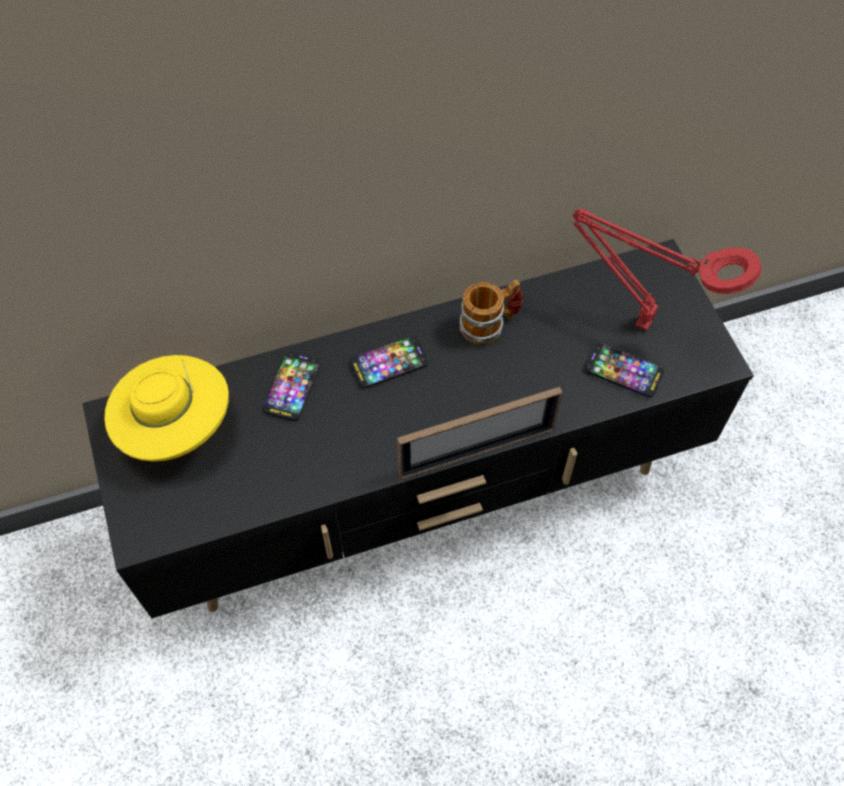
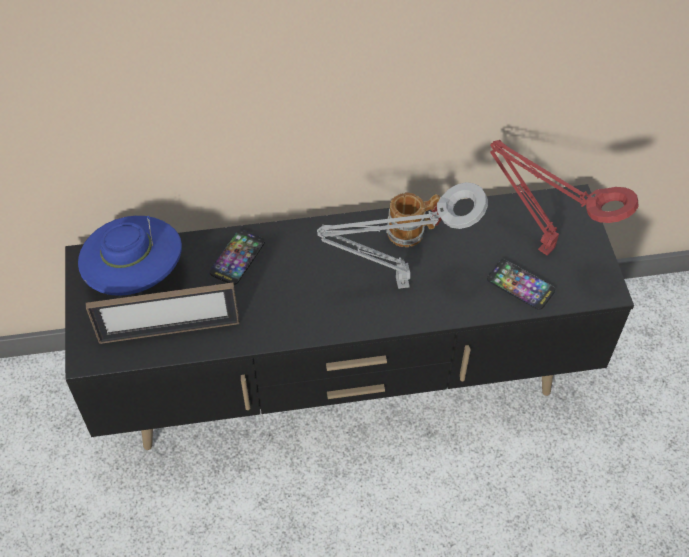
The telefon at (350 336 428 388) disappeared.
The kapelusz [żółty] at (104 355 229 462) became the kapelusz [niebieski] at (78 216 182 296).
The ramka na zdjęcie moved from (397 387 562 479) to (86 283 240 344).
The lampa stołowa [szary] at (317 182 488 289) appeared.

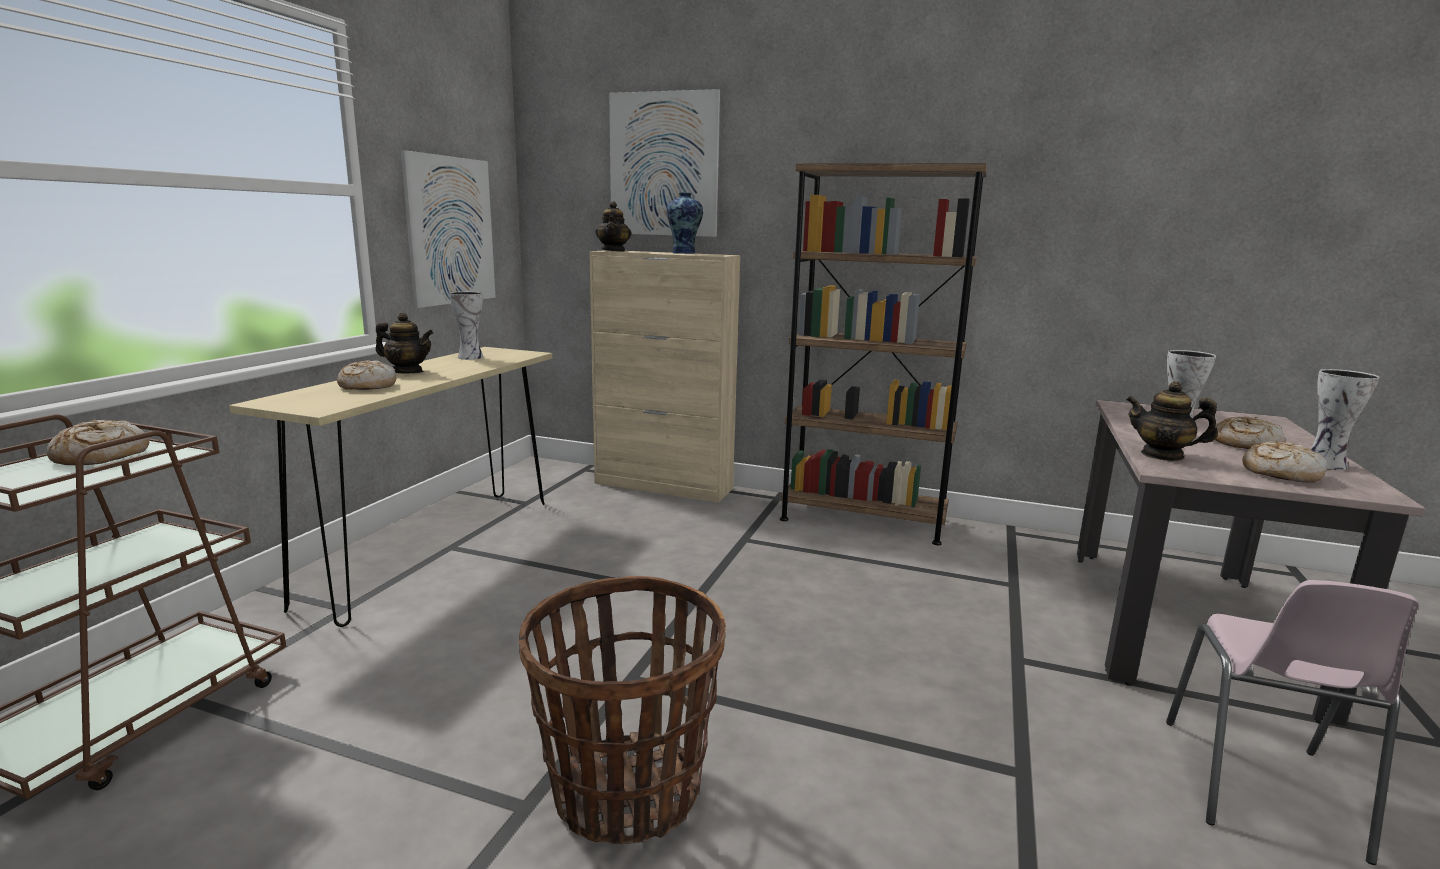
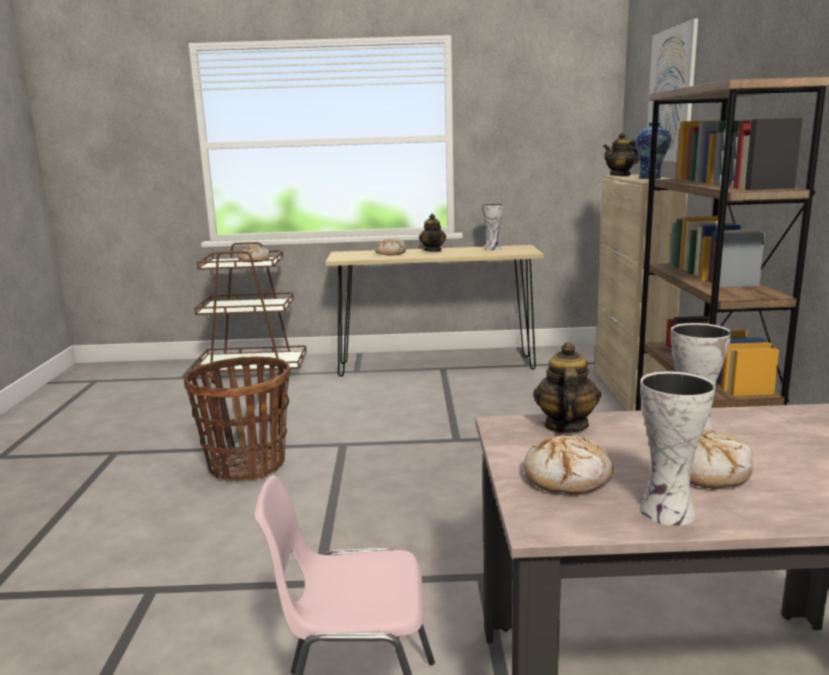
The obraz at (401 150 496 308) disappeared.

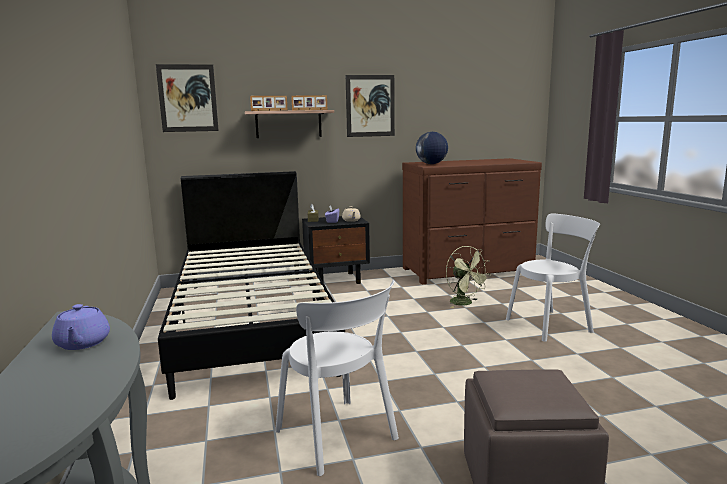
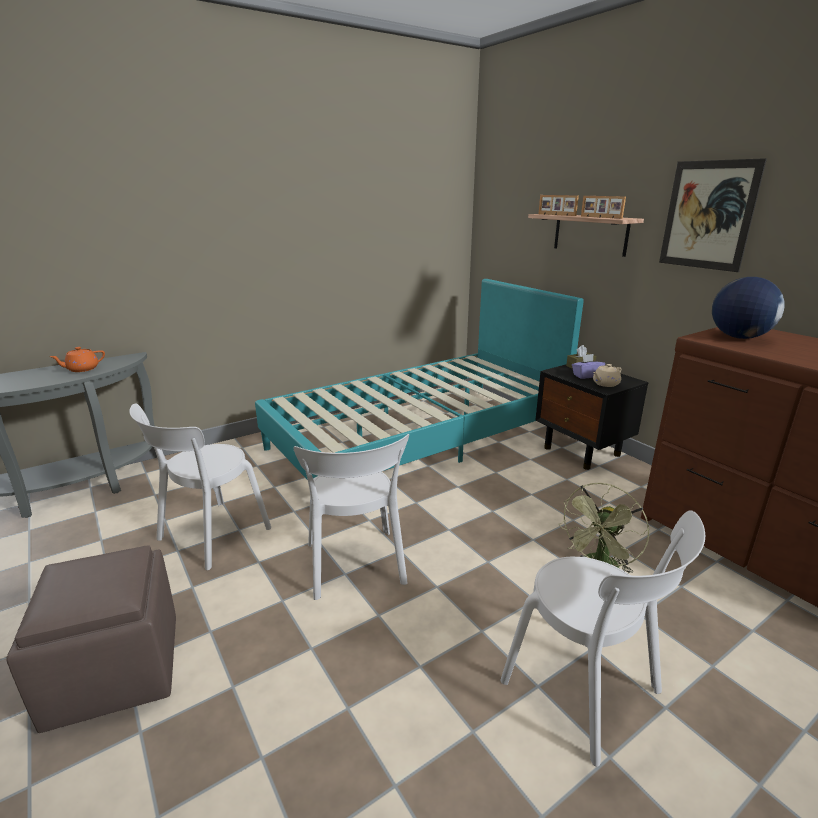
The obraz at (156 64 219 132) disappeared.
The łóżko [czarny] at (158 171 345 400) became the łóżko [turkusowy] at (255 279 584 480).
The imbryk [fioletowy] at (52 304 110 350) became the imbryk [pomarańczowy] at (49 347 105 372).
The krzesło [biały] at (293 434 409 600) appeared.

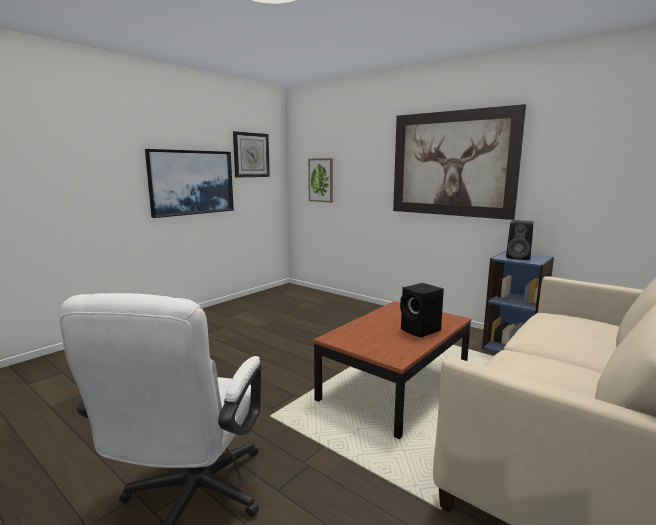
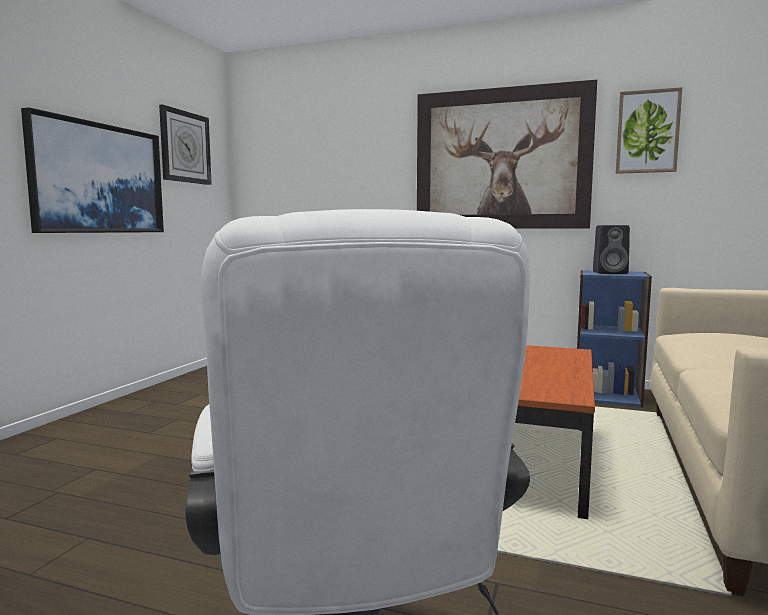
The obraz moved from (308 158 333 203) to (616 87 682 174).
The głośnik [czarny] at (400 283 444 338) disappeared.

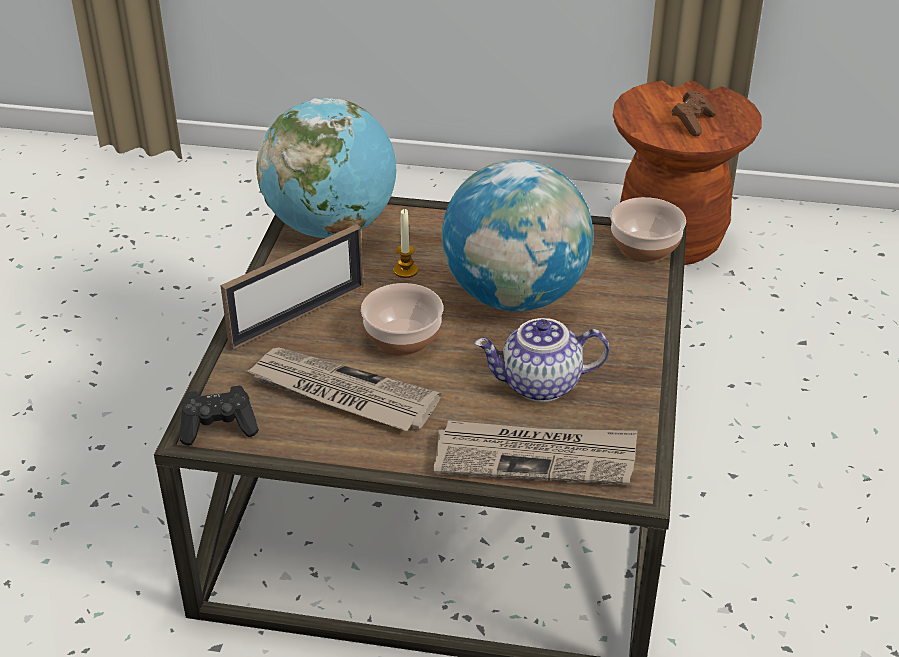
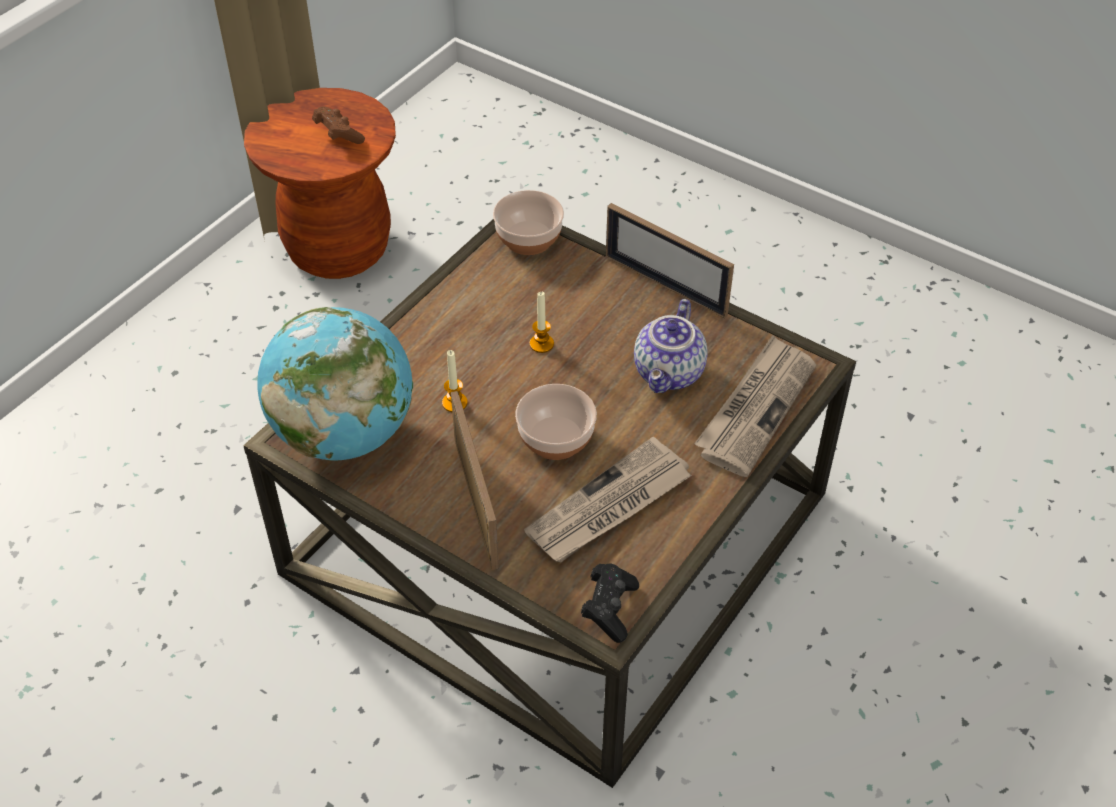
The globus at (442 159 593 311) was replaced by the świeca at (530 292 554 353).
The ramka na zdjęcie at (606 203 734 318) appeared.

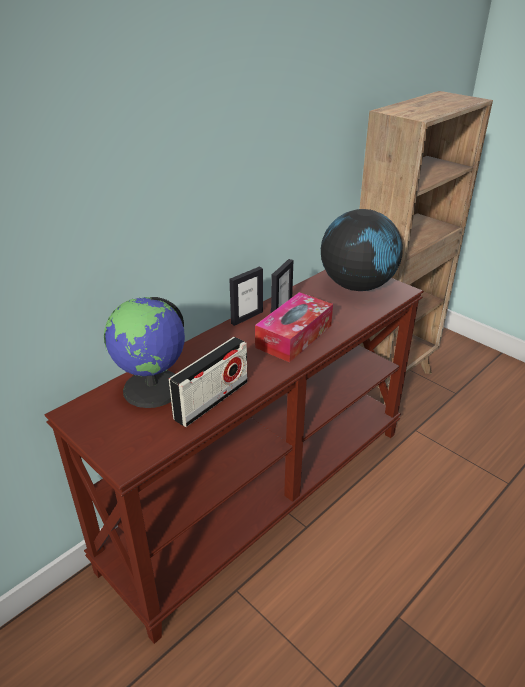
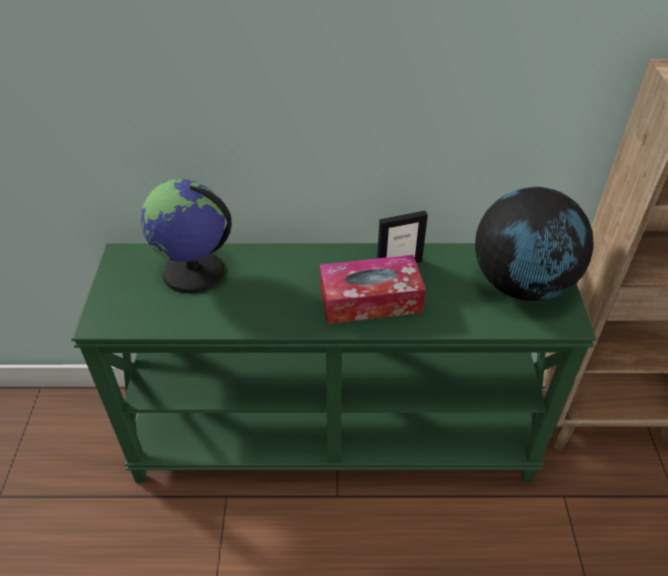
The ramka na zdjęcie at (229 267 263 326) disappeared.
The stolik konsolowy [brązowy] at (44 270 424 644) became the stolik konsolowy [zielony] at (71 243 597 483).
The radio at (169 337 247 427) disappeared.

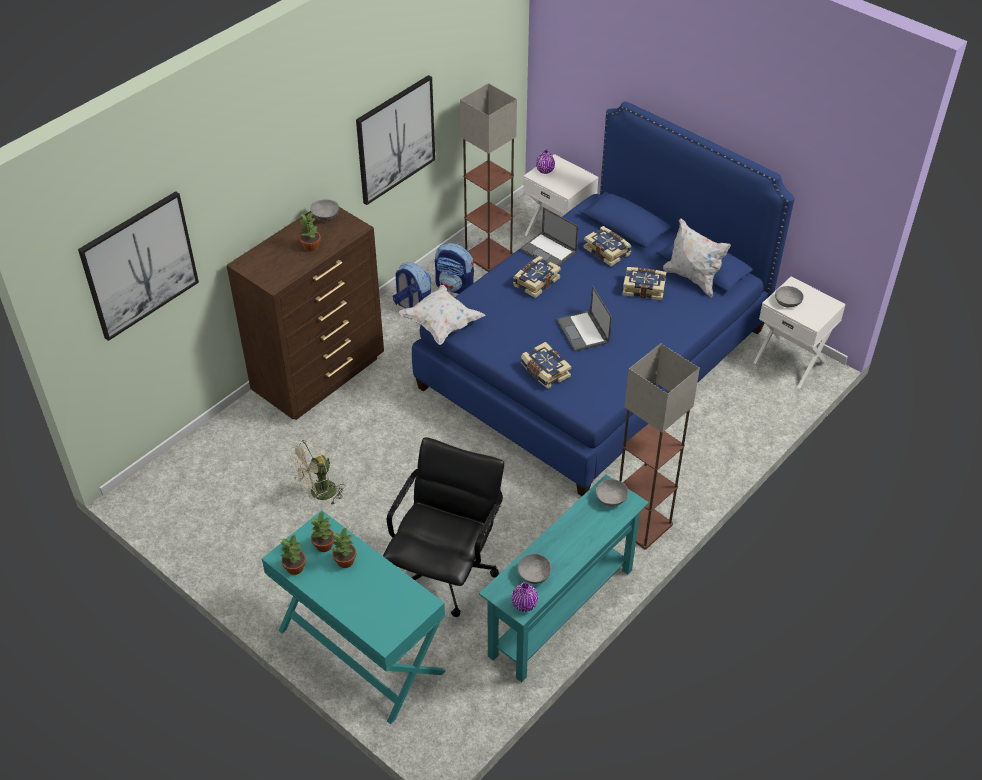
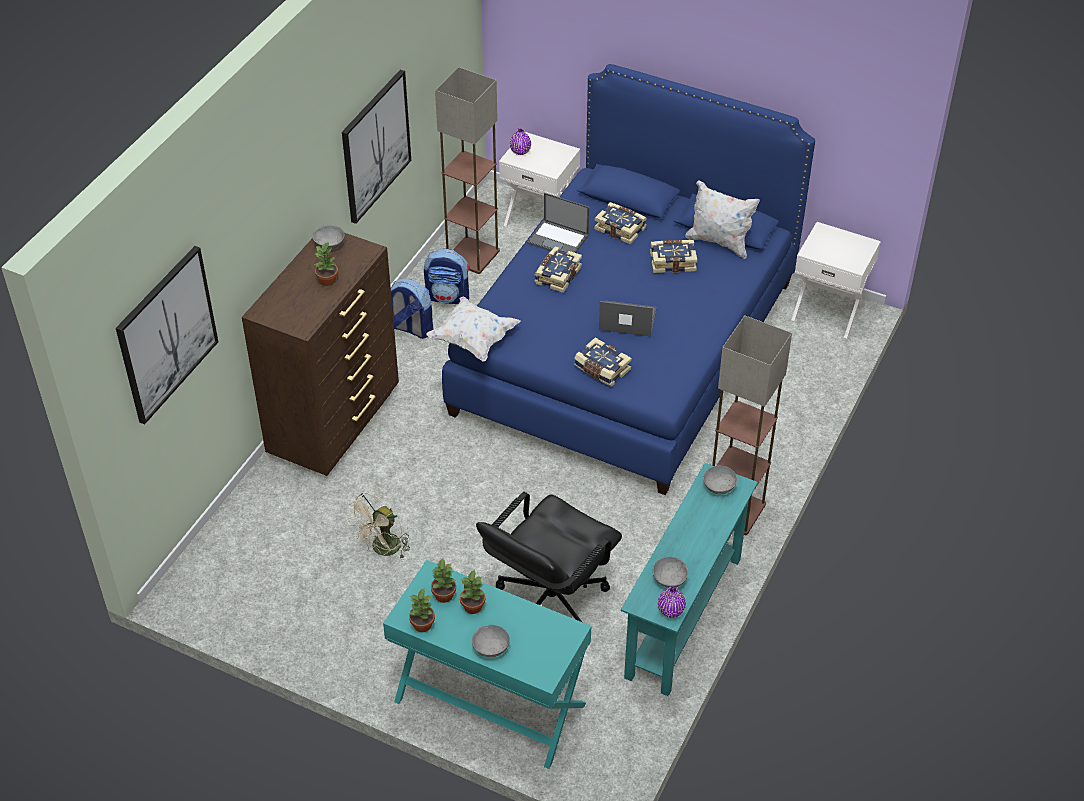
The laptop at (557 286 612 352) turned 135 degrees clockwise.
The miska [szary] moved from (775 286 804 308) to (472 625 510 657).
The krzesło biurowe [czarny] at (383 437 504 617) turned 150 degrees counterclockwise.

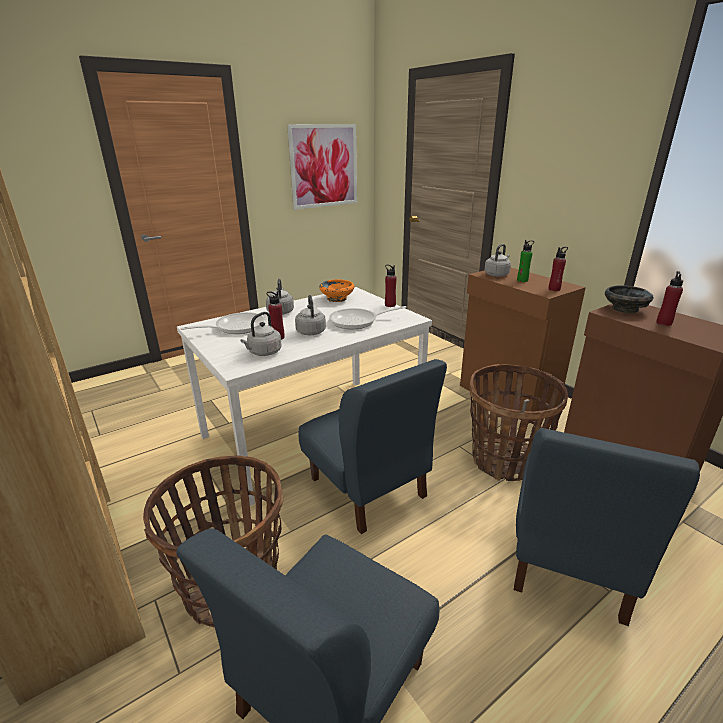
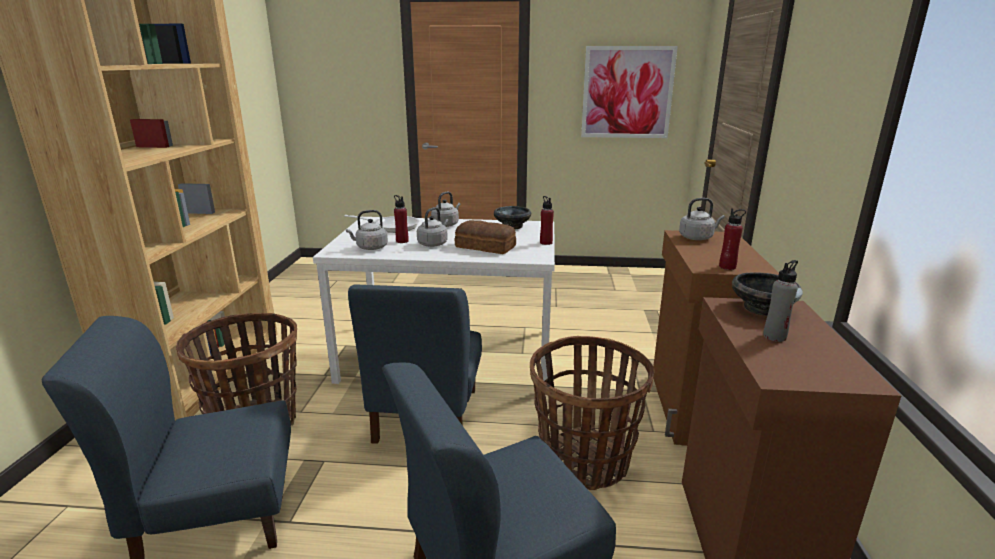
The butelka [zielony] at (517 240 534 282) disappeared.
The butelka [czerwony] at (656 271 683 326) became the butelka [szary] at (763 260 798 342).
The miska [pomarańczowy] at (319 279 355 302) became the miska [czarny] at (494 206 531 229).
The patelnia at (329 306 406 329) was replaced by the chleb at (455 220 516 254).

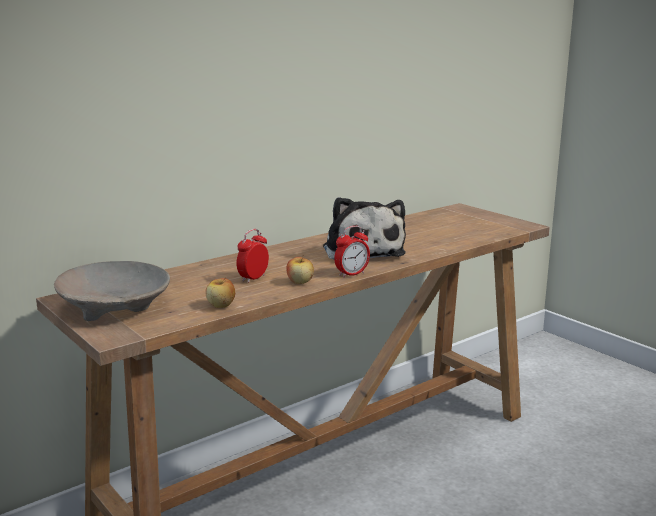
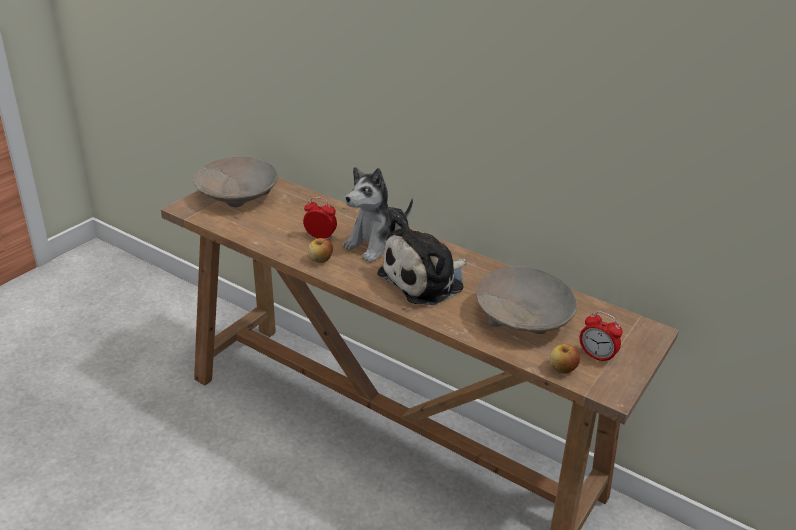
The budzik moved from (334 226 370 278) to (580 311 623 364).
The jabłko moved from (206 278 235 308) to (549 344 580 373).
The pluszak at (342 167 413 263) appeared.
The miska [beżowy] at (476 266 577 334) appeared.

